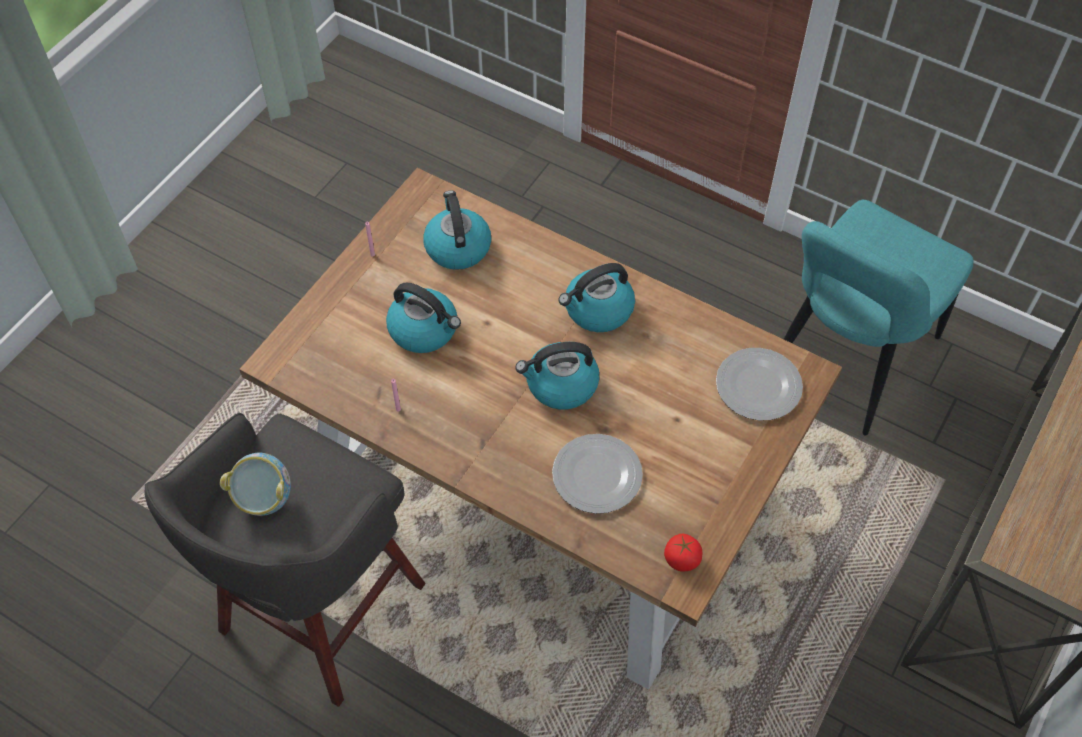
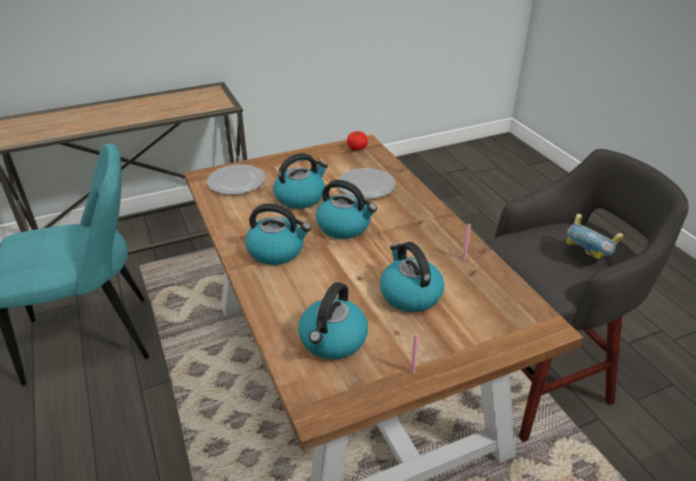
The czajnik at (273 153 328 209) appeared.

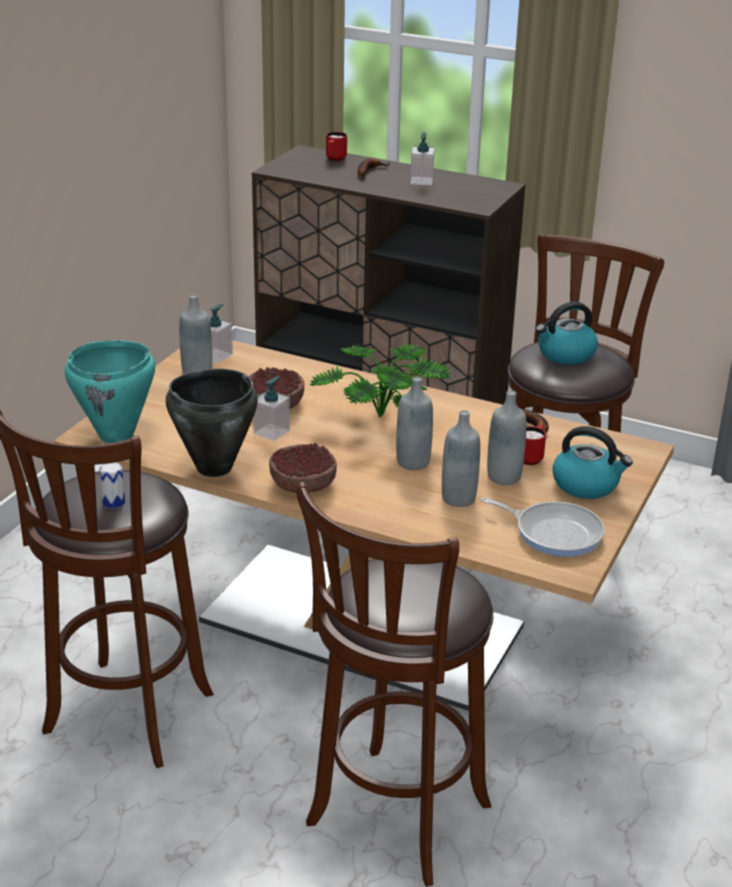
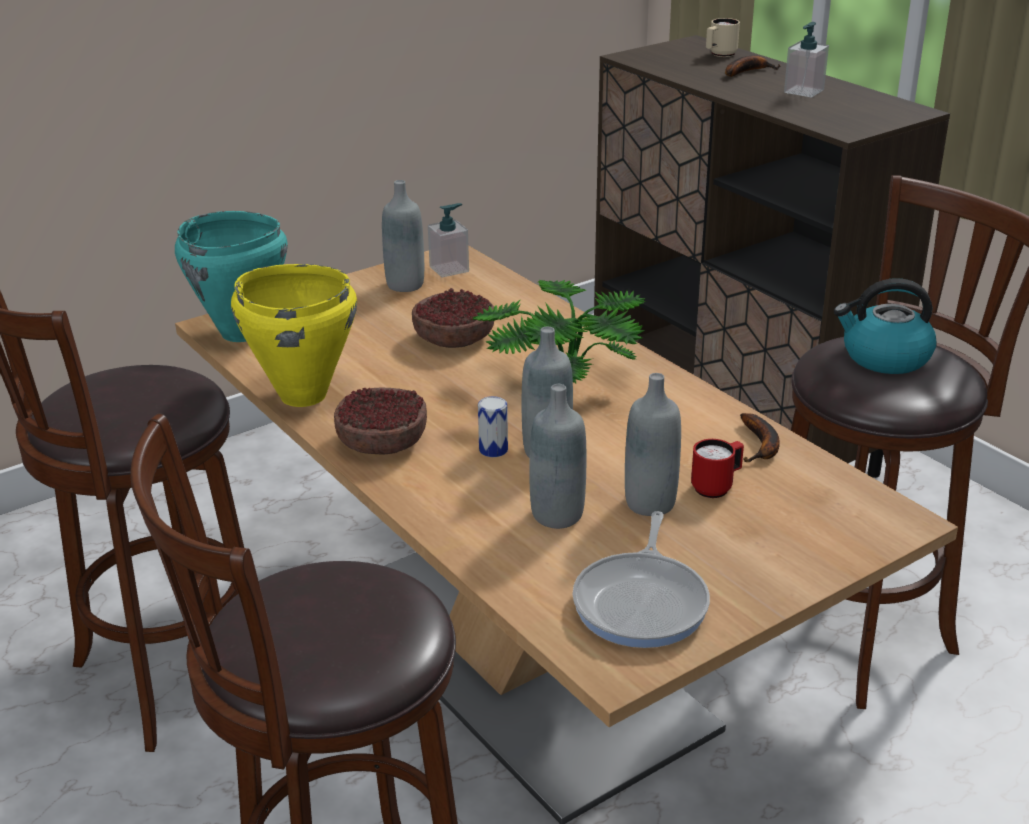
The kubek [czerwony] at (326 132 347 161) became the kubek [beżowy] at (706 18 740 57).
The garnek [czarny] at (166 369 258 477) became the garnek [żółty] at (231 264 357 407).
The dozownik mydła at (253 376 290 441) disappeared.
The czajnik at (552 426 633 499) disappeared.
The puszka moved from (100 462 125 508) to (478 396 508 457).
The patelnia at (481 497 605 557) turned 45 degrees clockwise.

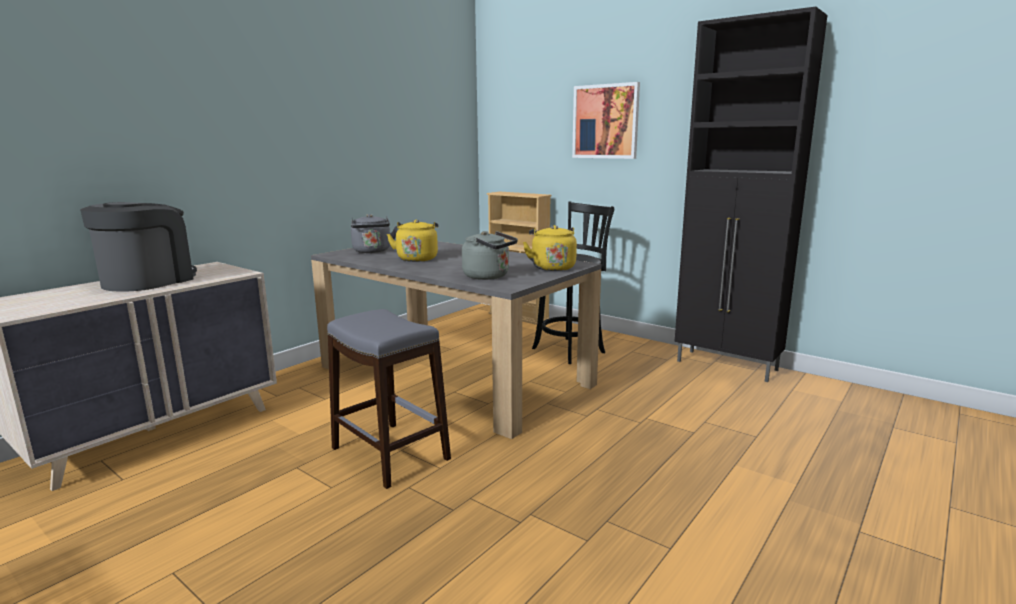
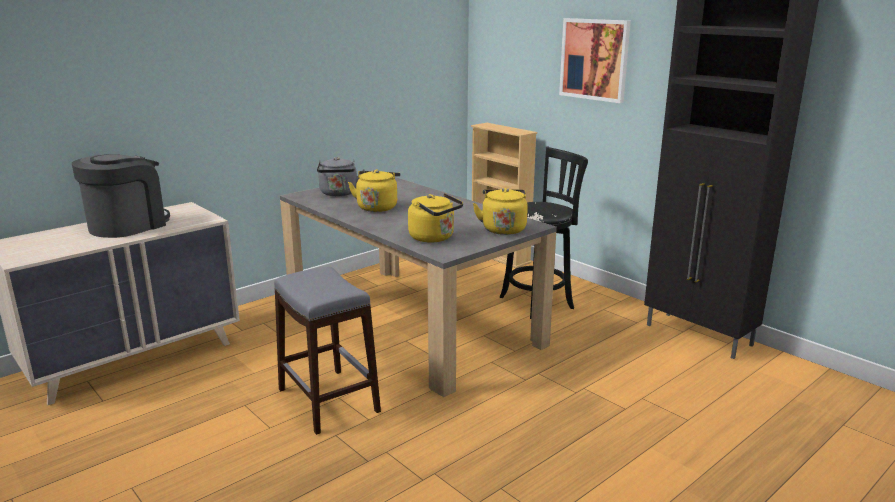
The czajnik [szary] at (462 231 518 280) became the czajnik [żółty] at (408 193 463 243).

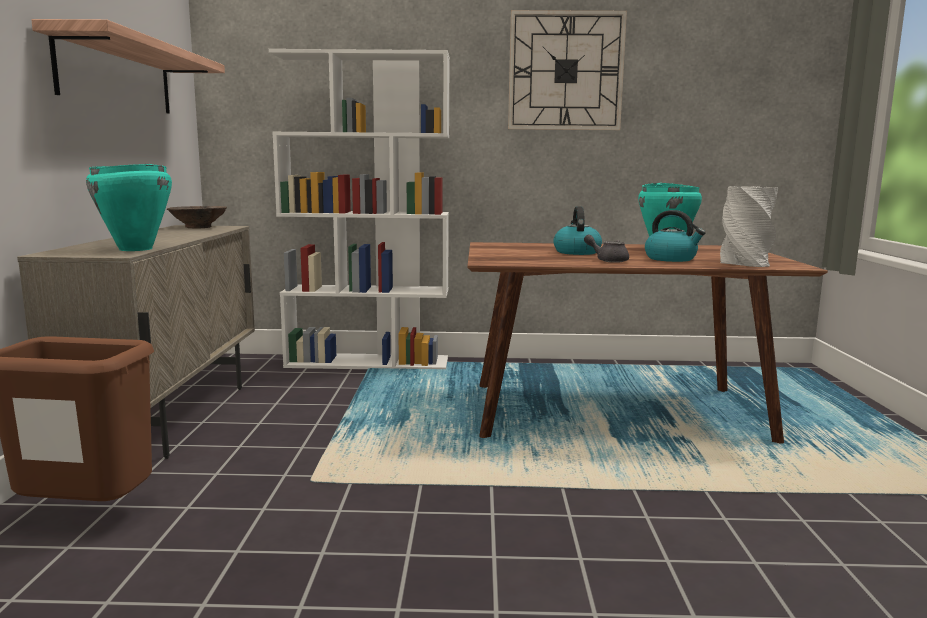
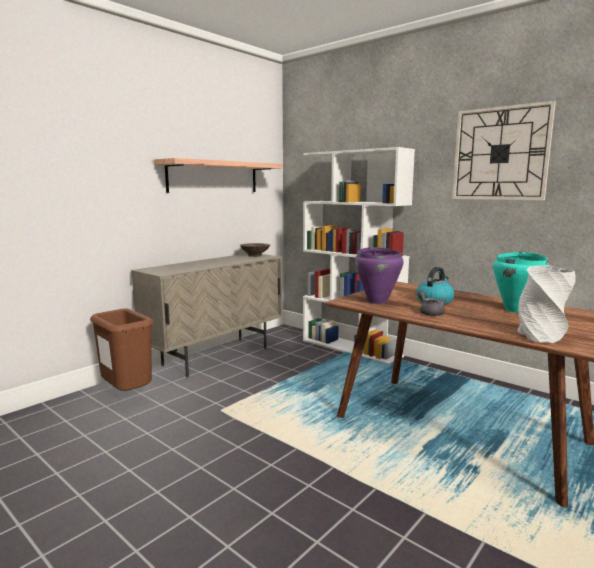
The garnek [turkusowy] at (86 164 172 251) disappeared.
The czajnik at (645 210 706 262) disappeared.
The garnek [fioletowy] at (355 247 404 304) appeared.

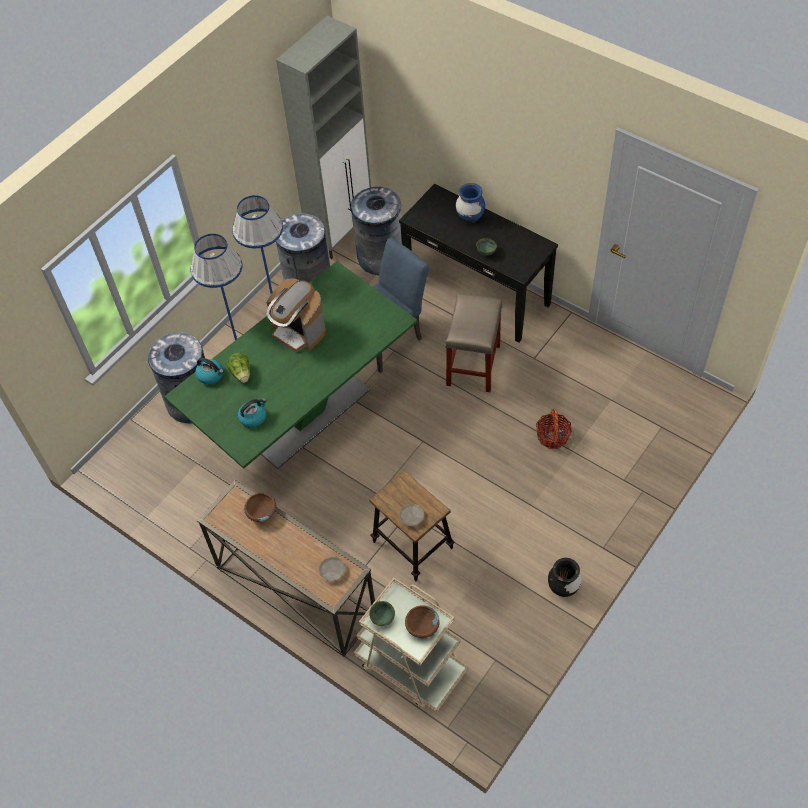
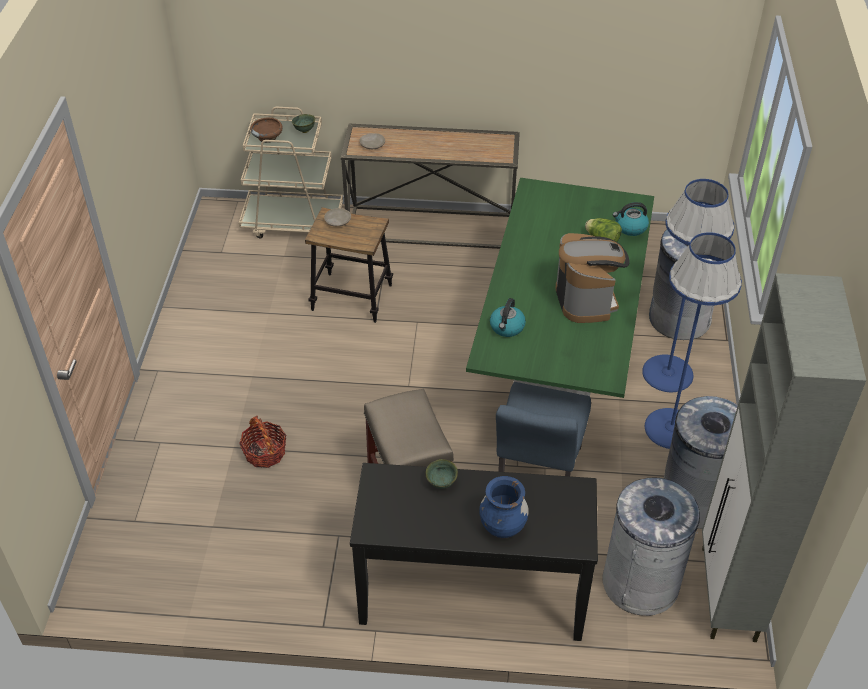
The ekspres do kawy at (266 278 326 353) turned 75 degrees clockwise.
The czajnik moved from (238 398 266 428) to (490 298 526 337).
The miska [brązowy] at (244 493 276 522) disappeared.
The wazon [czarny] at (548 558 582 597) disappeared.

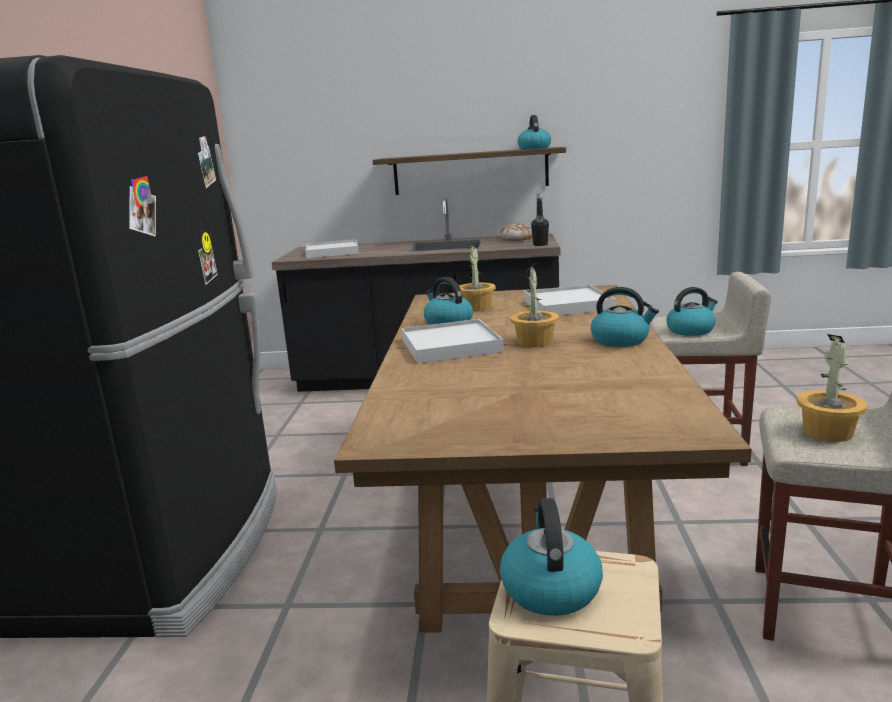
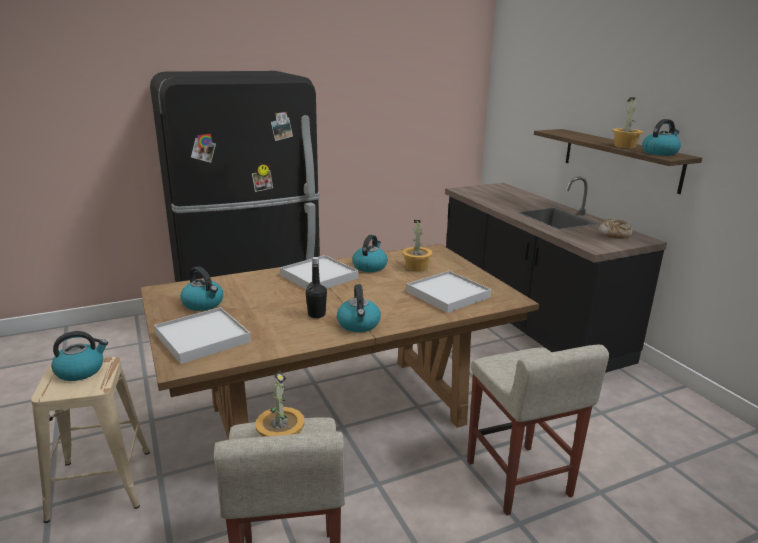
The butelka [czarny] moved from (531 193 549 246) to (306 257 327 318).
The taca [biały] moved from (305 239 359 258) to (154 307 251 364).
The roślina doniczkowa moved from (510 264 559 347) to (612 98 643 148).
The czajnik moved from (666 287 718 336) to (180 266 223 311).

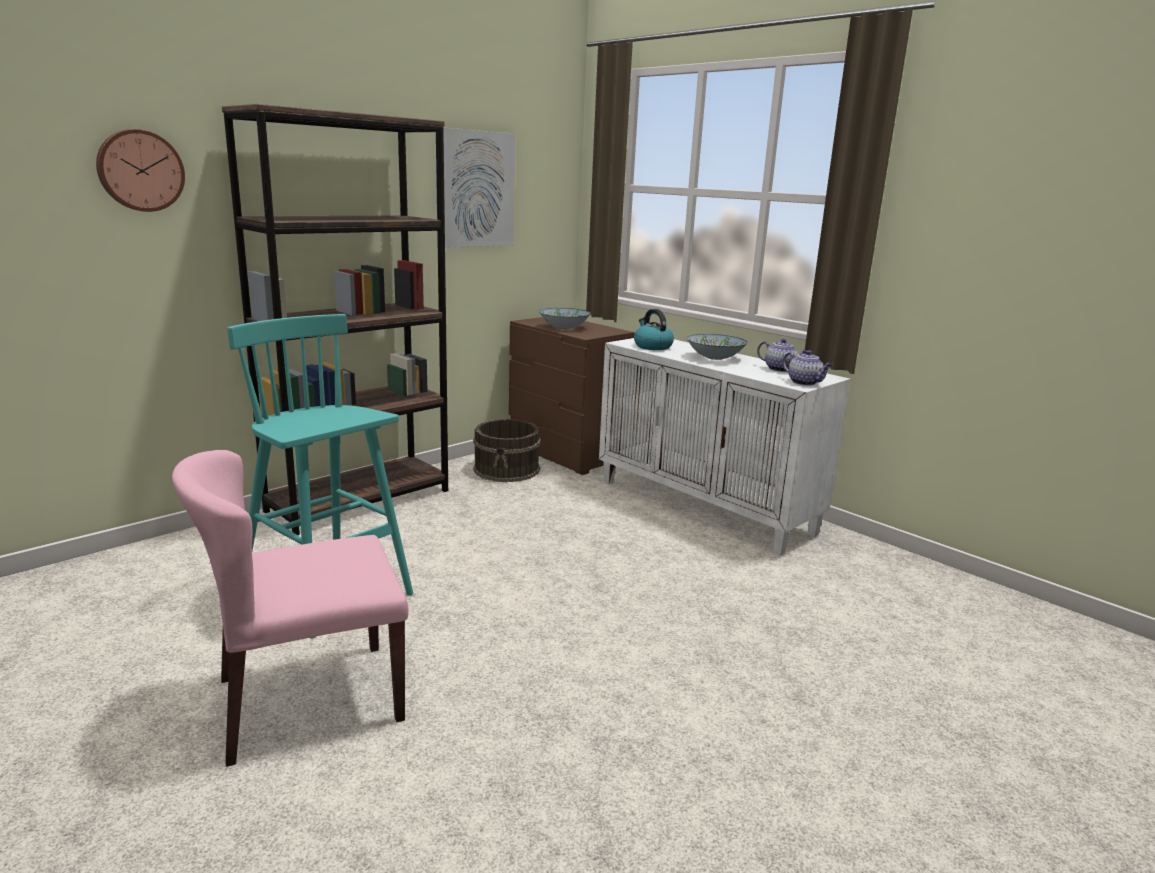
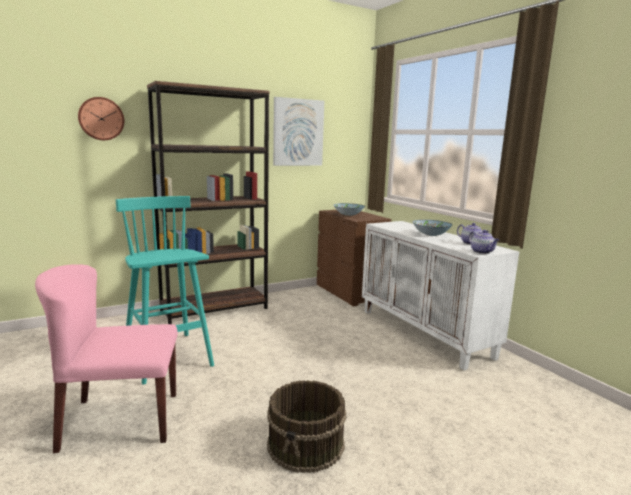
The czajnik at (634 309 674 350) disappeared.
The wiadro [brązowy] moved from (473 419 541 482) to (267 380 346 473).

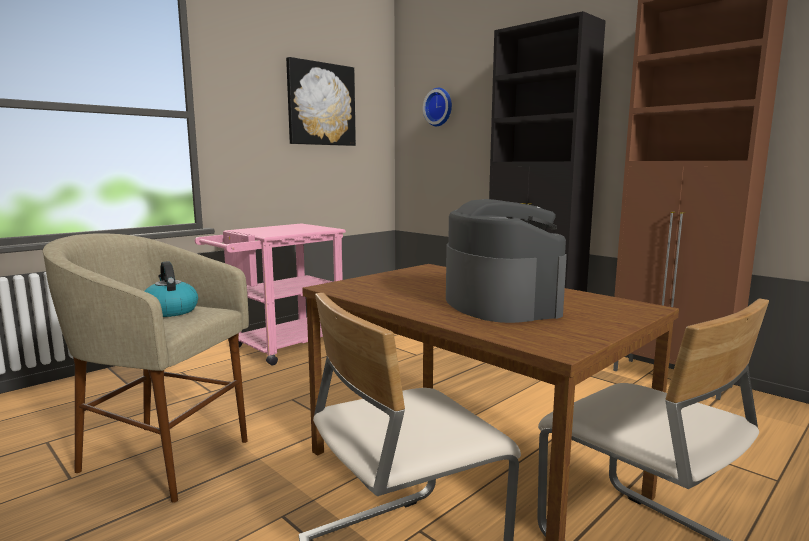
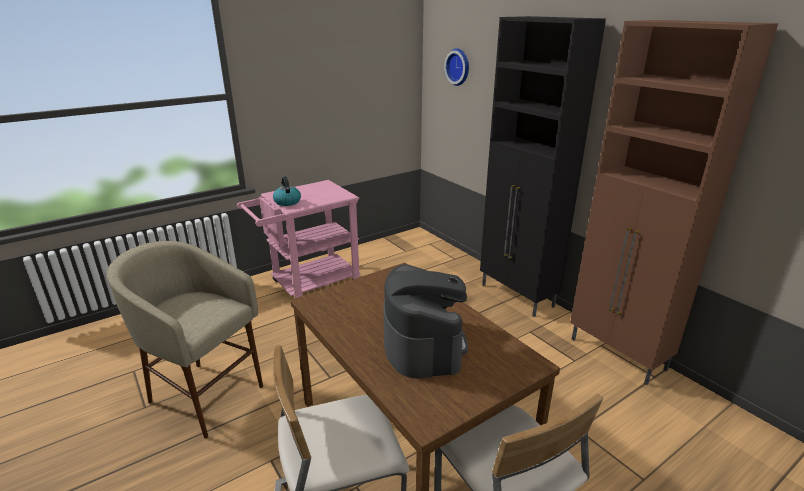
The obraz at (286 57 356 146) disappeared.
The czajnik moved from (145 261 198 317) to (273 176 301 206).

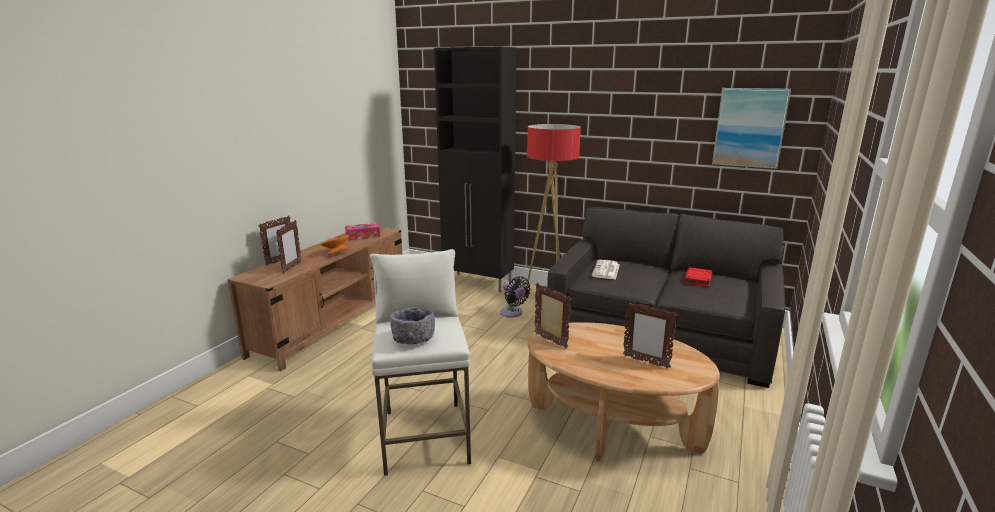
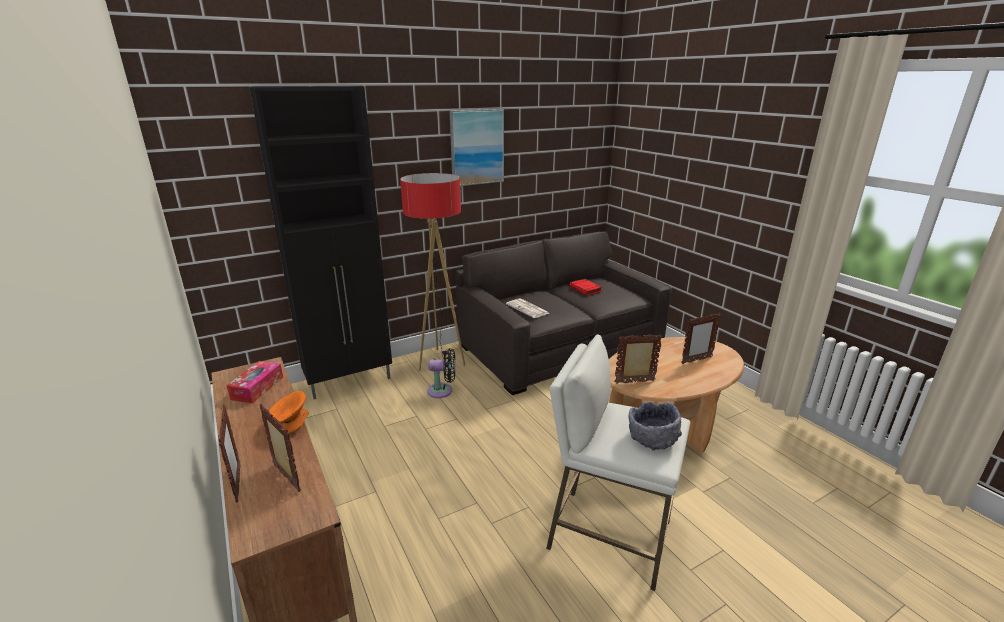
The obraz moved from (712 88 791 169) to (450 109 504 186).

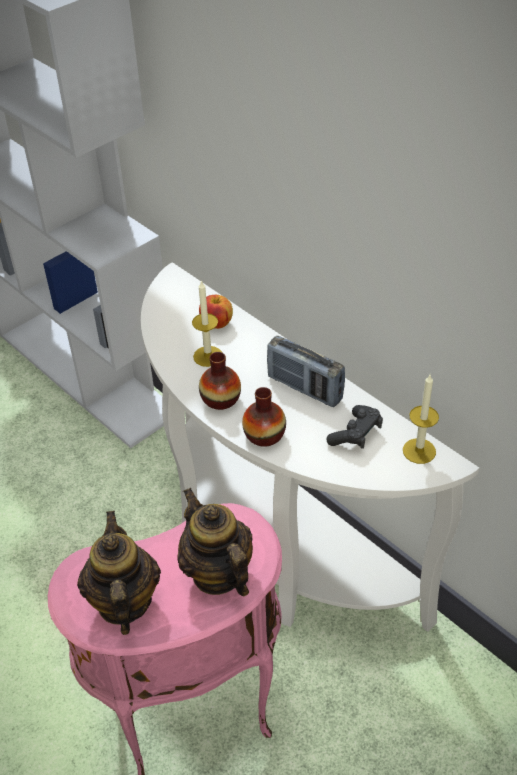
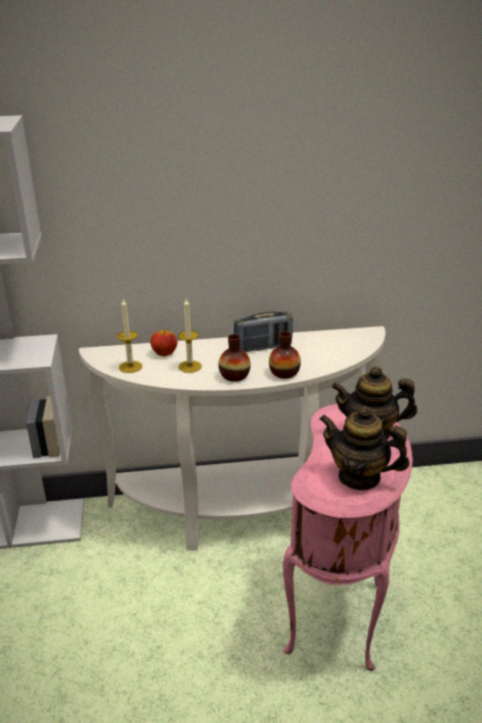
The świeca moved from (403 375 439 464) to (117 298 142 373).
The pad do gier [czarny] at (326 405 383 449) disappeared.

